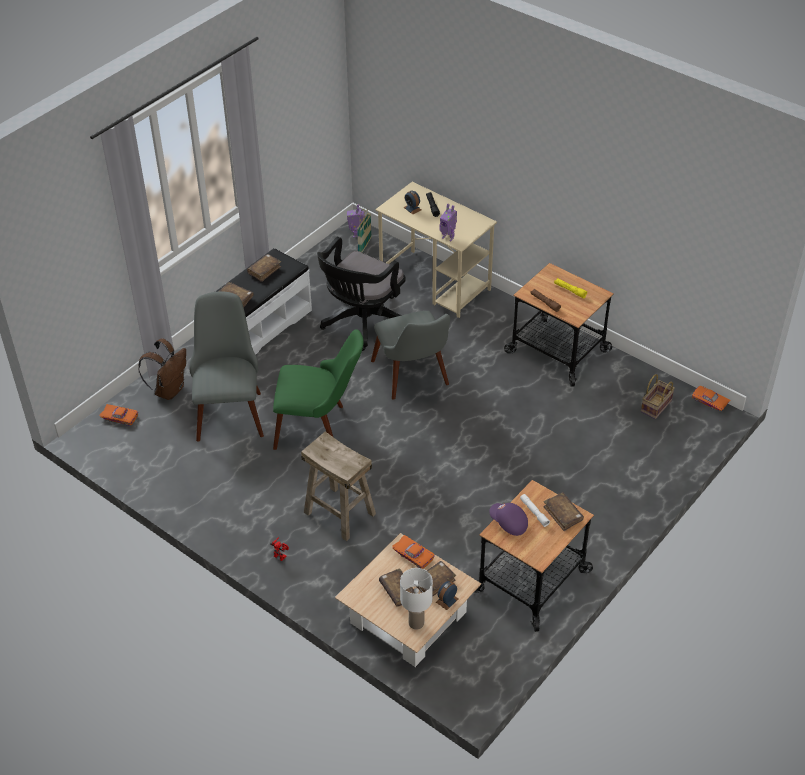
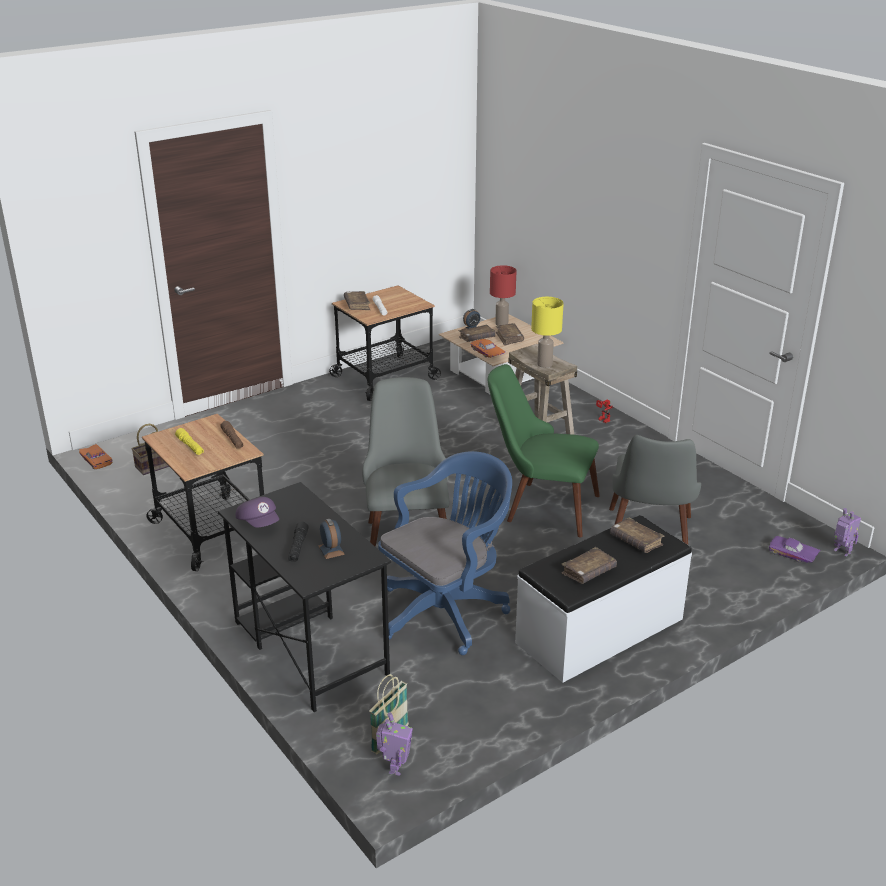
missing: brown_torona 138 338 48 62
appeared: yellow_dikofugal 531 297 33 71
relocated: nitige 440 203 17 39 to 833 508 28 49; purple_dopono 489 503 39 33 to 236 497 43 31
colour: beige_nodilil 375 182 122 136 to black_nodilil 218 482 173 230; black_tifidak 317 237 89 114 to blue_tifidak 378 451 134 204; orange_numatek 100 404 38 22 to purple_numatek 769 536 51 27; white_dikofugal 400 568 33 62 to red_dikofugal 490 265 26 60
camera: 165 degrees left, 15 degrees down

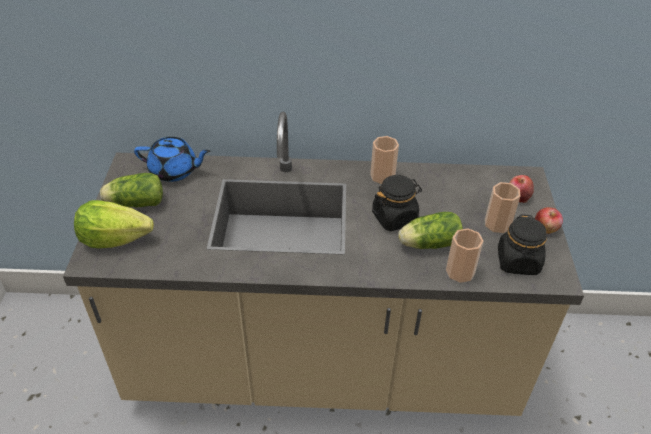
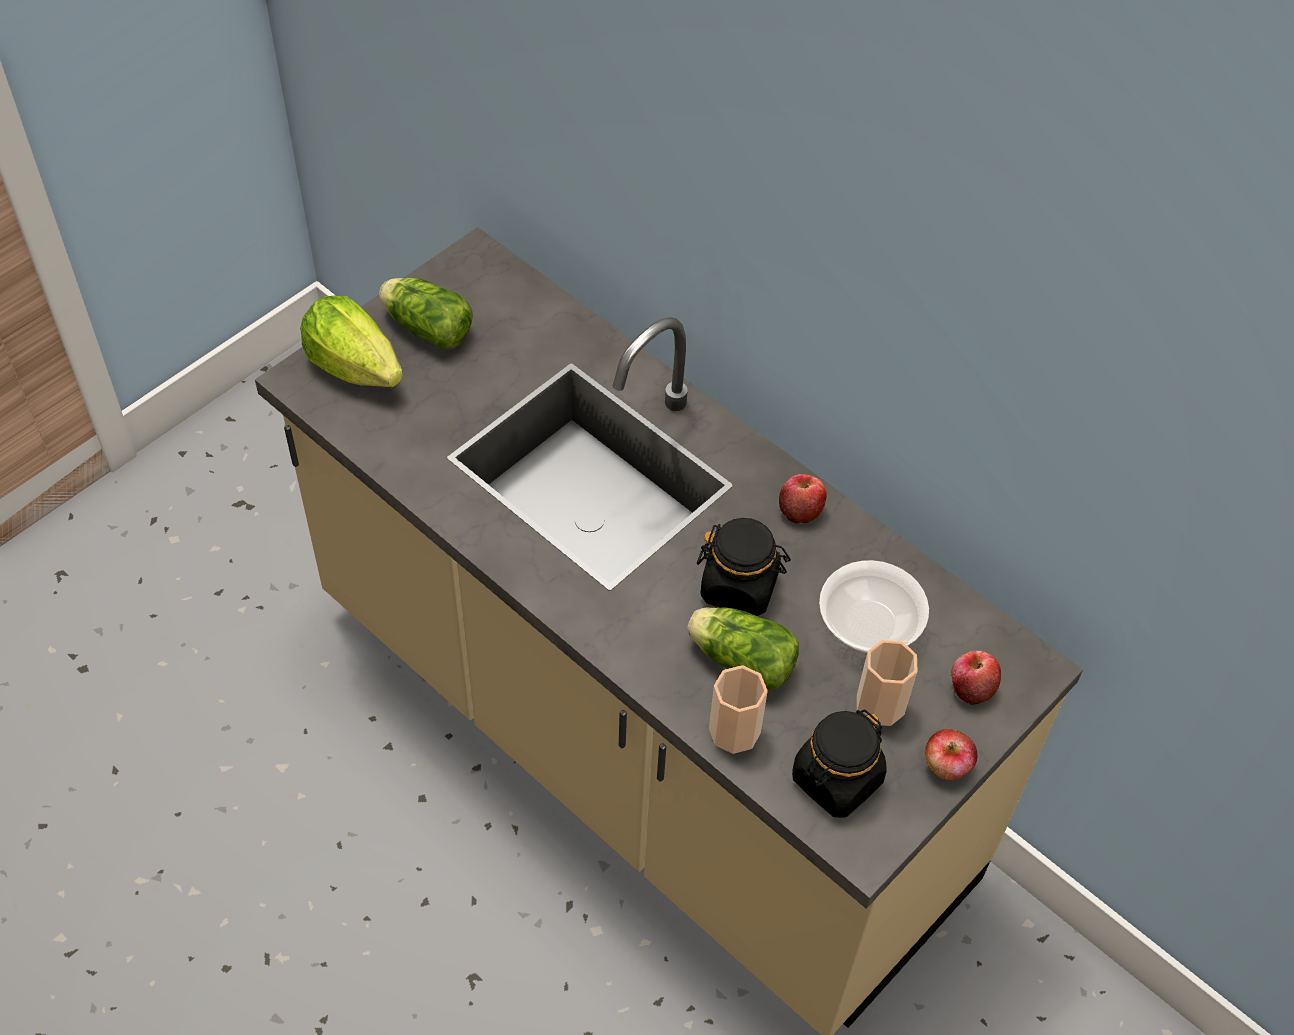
missing: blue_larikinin 134 137 76 45
appeared: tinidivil 819 560 110 93
exchanged: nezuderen 370 136 29 48 to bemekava 779 474 48 50
camera: 40 degrees right, 10 degrees up

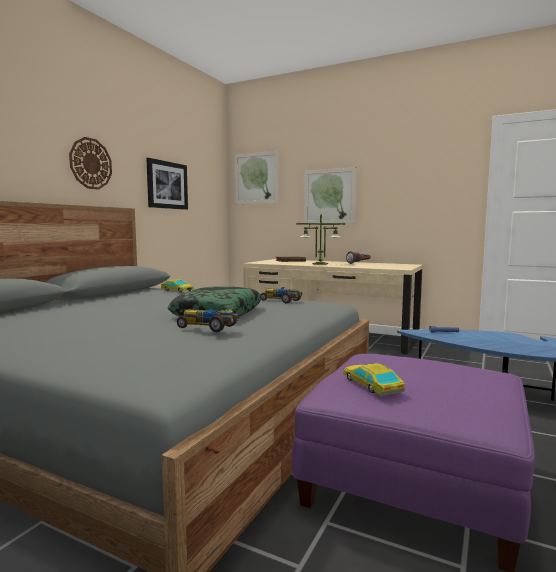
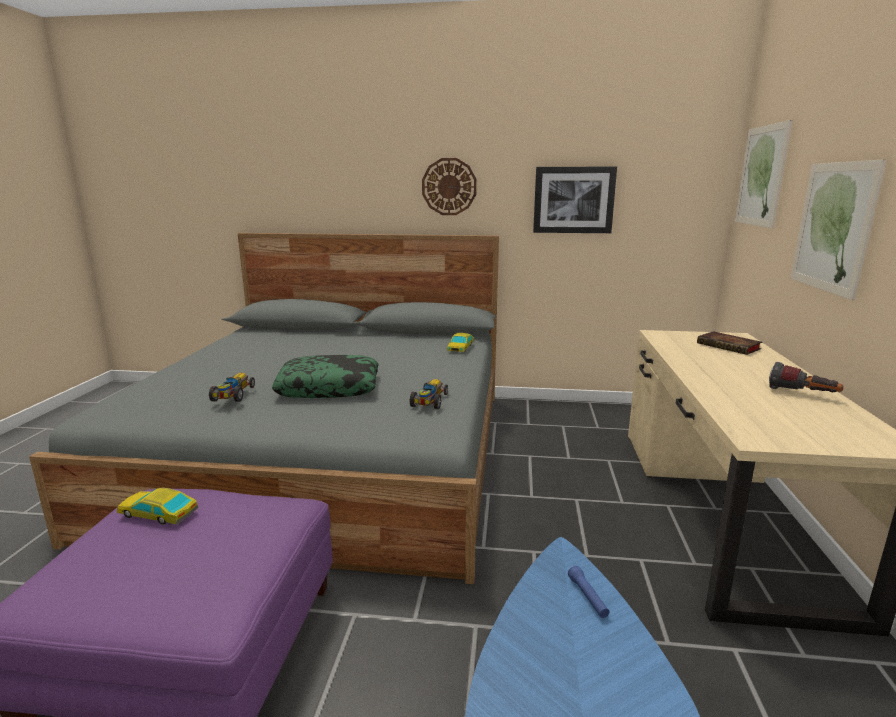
missing: dikofugal 296 215 50 50
spun: numatek 343 363 62 33 = 117 488 81 37 120 degrees counterclockwise
camera: 70 degrees right, 10 degrees up

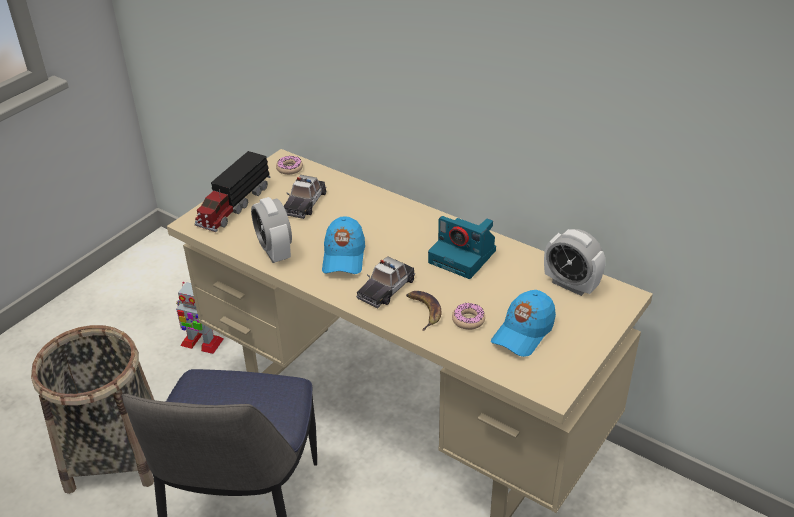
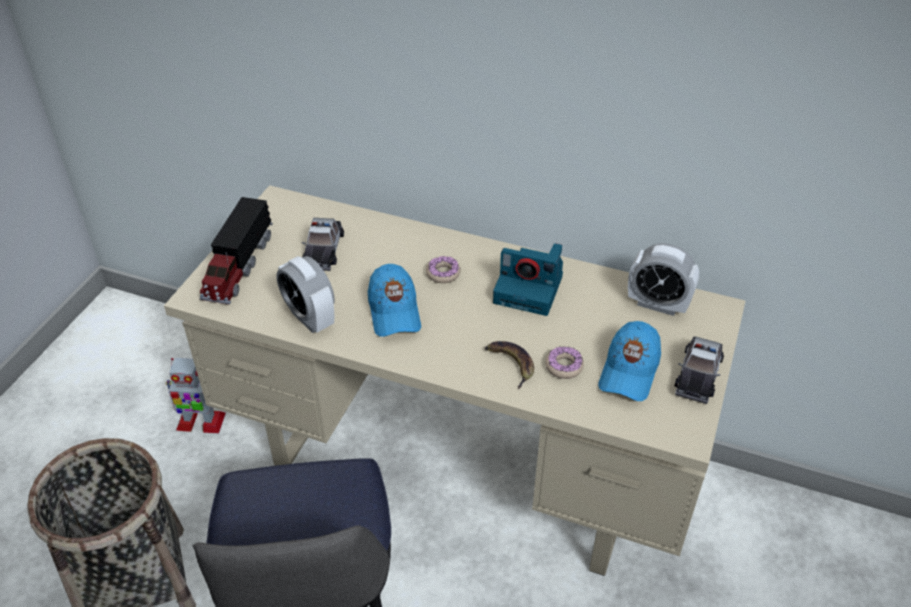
relocated: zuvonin 276 156 27 19 to 426 256 34 27; numatek 356 256 60 52 to 674 337 50 67
camera: 15 degrees left, 5 degrees up

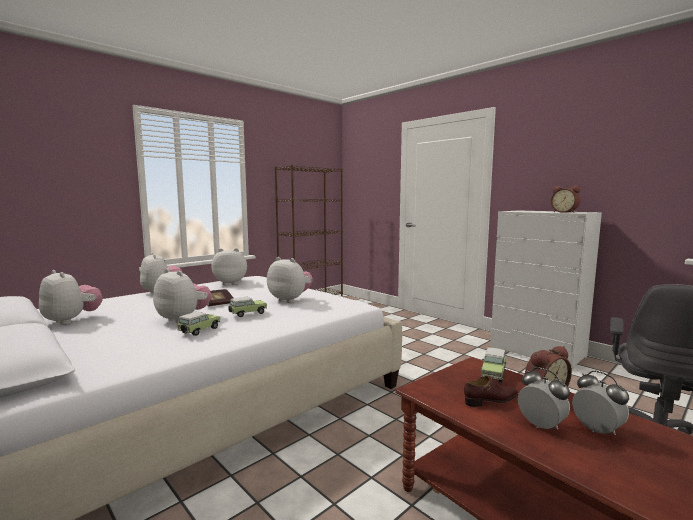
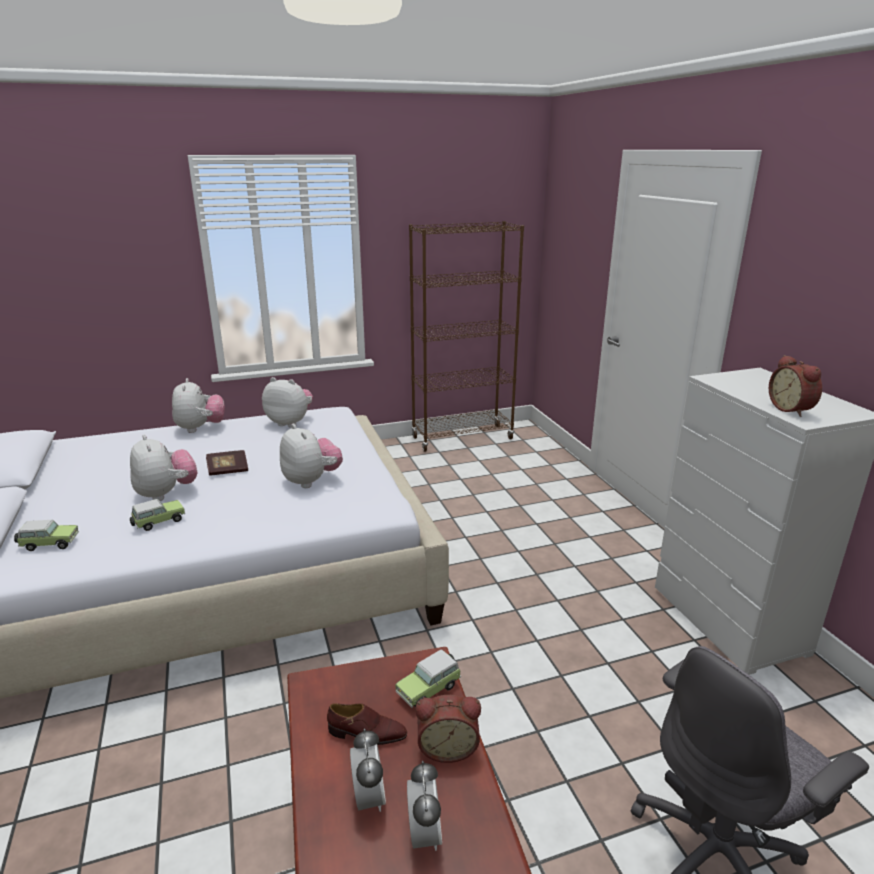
missing: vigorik 39 270 64 55
relocated: numatek 228 296 39 21 to 14 520 65 31
camera: 25 degrees right, 15 degrees up

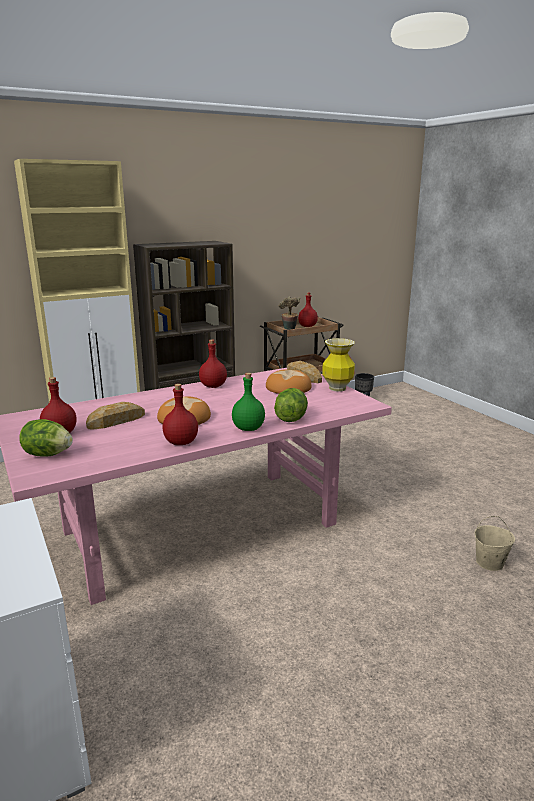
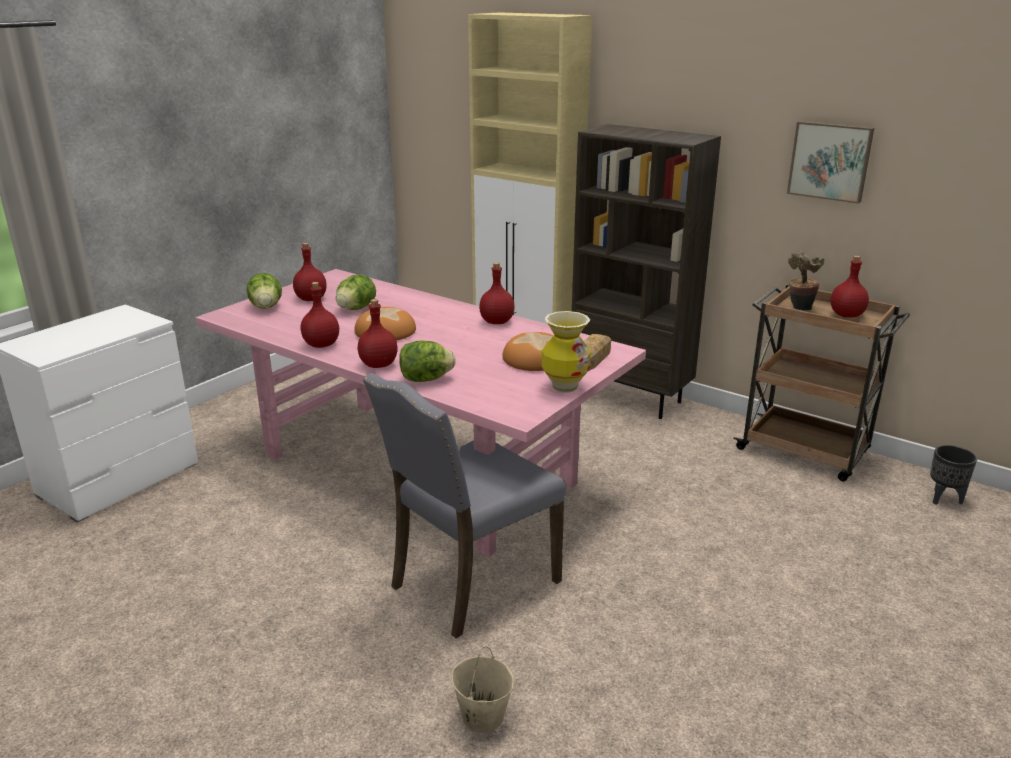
appeared: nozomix 787 121 87 83; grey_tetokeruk 363 373 203 265
exchanged: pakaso 86 402 59 27 to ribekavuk 336 275 40 35
colour: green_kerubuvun 232 373 33 58 to red_kerubuvun 358 299 40 69
camera: 65 degrees right, 5 degrees up

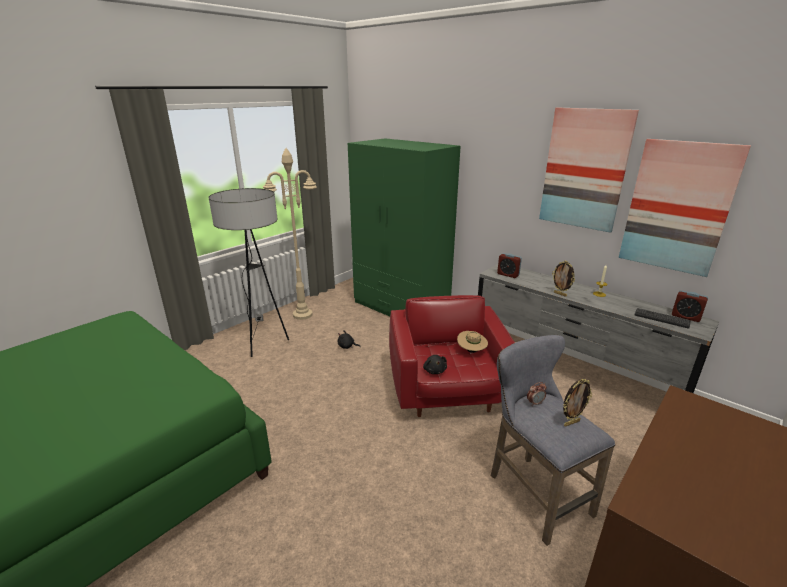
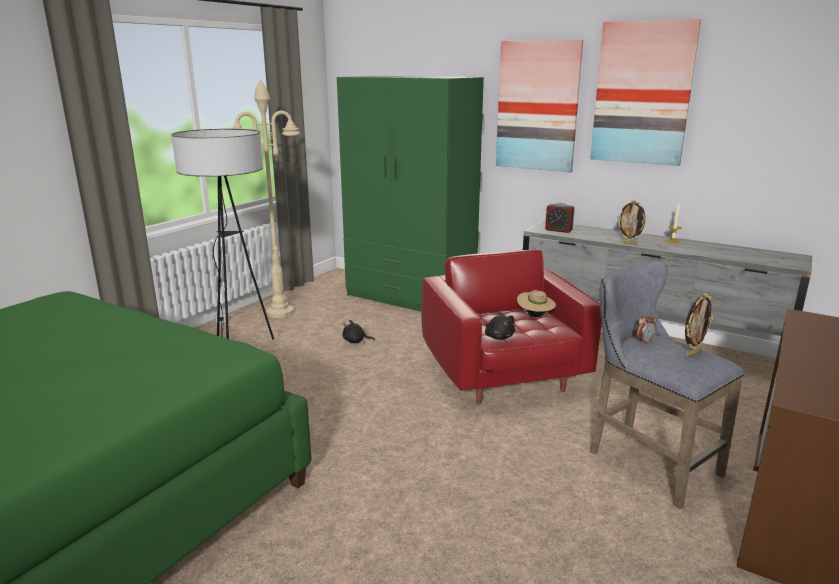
missing: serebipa 672 290 36 32; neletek 635 308 56 21
relocated: nozomix 619 139 132 138 to 496 40 87 133
camera: 10 degrees left, 5 degrees down

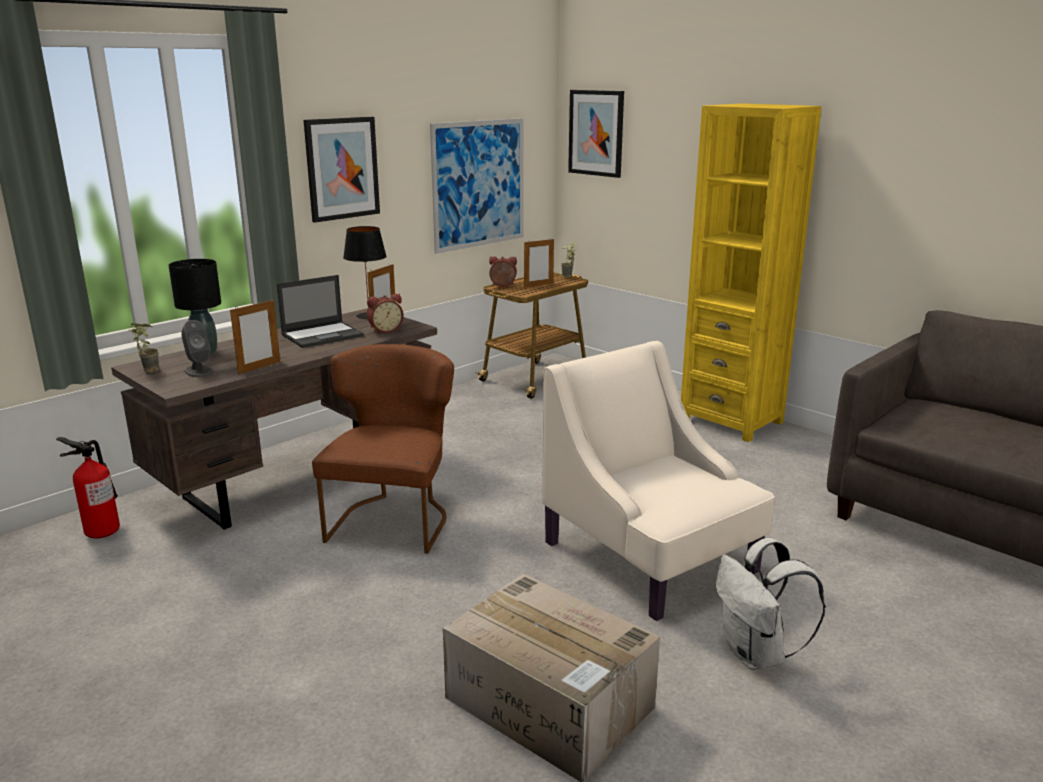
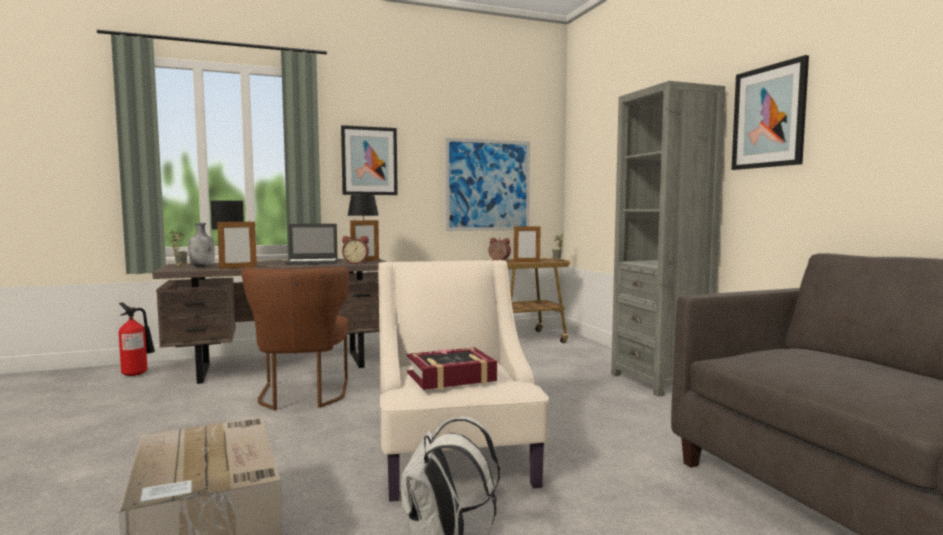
appeared: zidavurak 407 347 90 43
relocated: nozomix 568 90 56 88 to 731 55 78 115
exchanged: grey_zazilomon 181 320 32 57 to grey_kerubuvun 188 223 27 44
colour: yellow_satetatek 681 103 140 339 to grey_satetatek 611 81 114 316
spun: brown_tetokeruk 312 344 142 210 = 241 267 108 143 135 degrees clockwise
camera: 25 degrees right, 15 degrees down

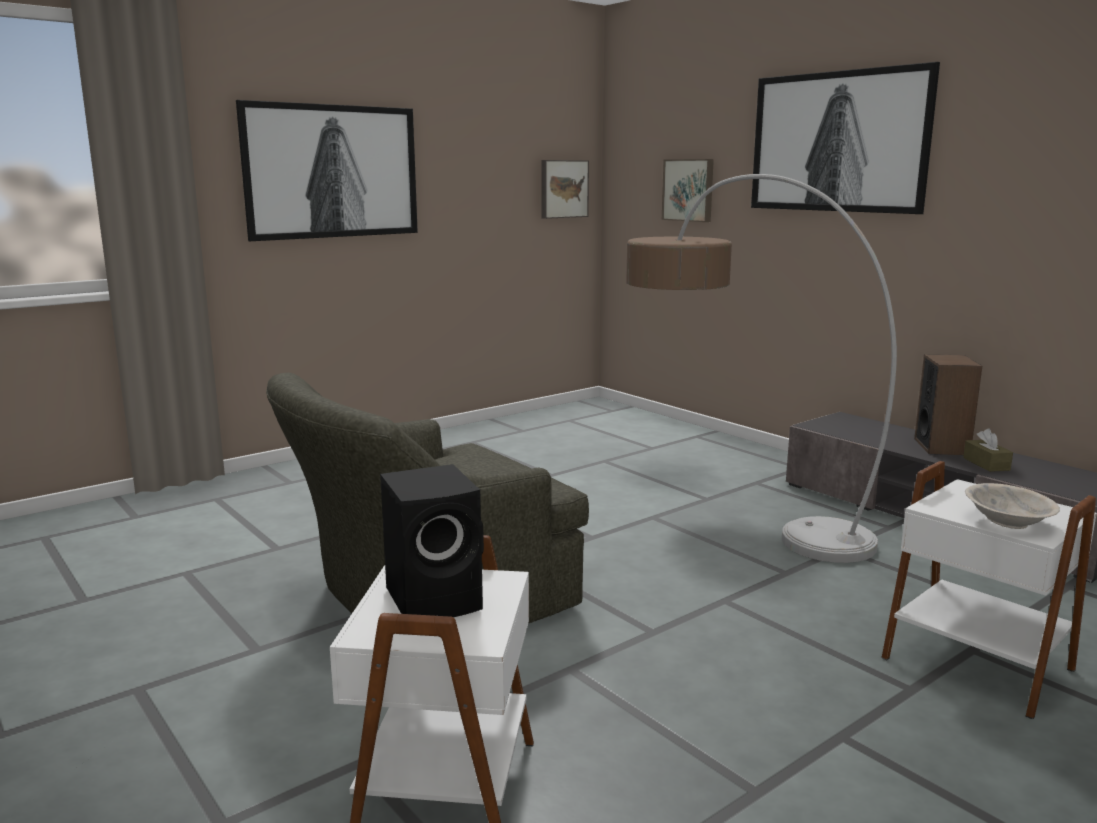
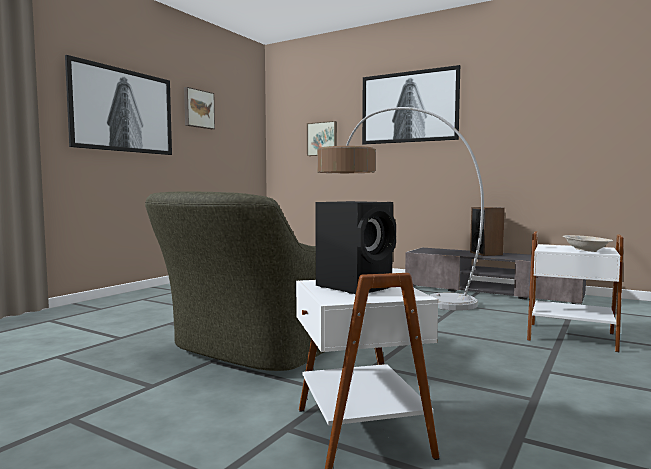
missing: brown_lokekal 963 428 50 44
relocated: nozomix 541 160 48 59 to 184 87 31 42
camera: 20 degrees left, 10 degrees down

